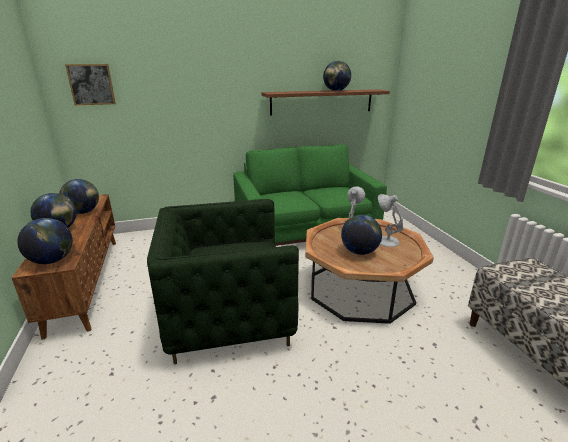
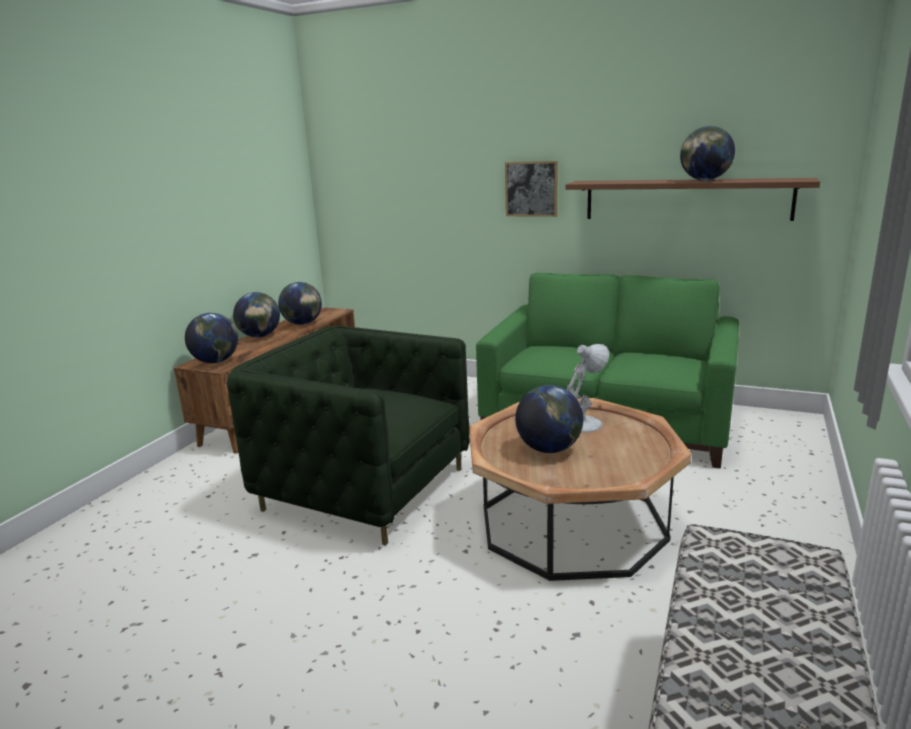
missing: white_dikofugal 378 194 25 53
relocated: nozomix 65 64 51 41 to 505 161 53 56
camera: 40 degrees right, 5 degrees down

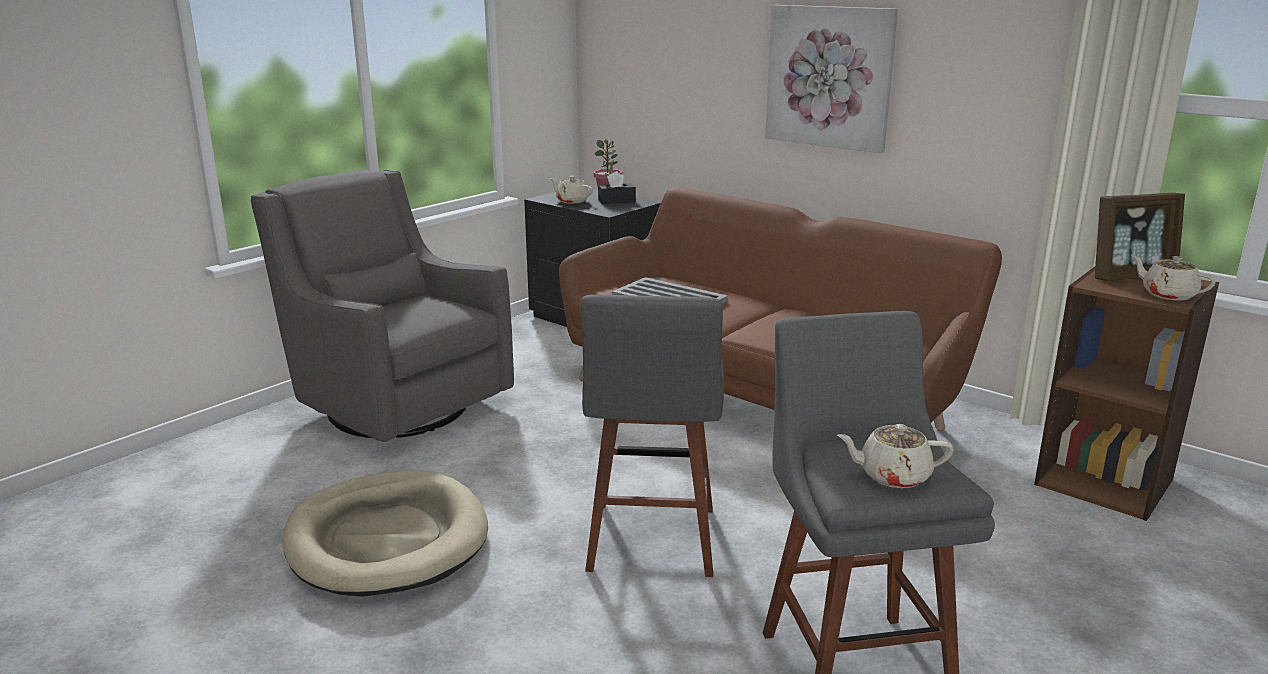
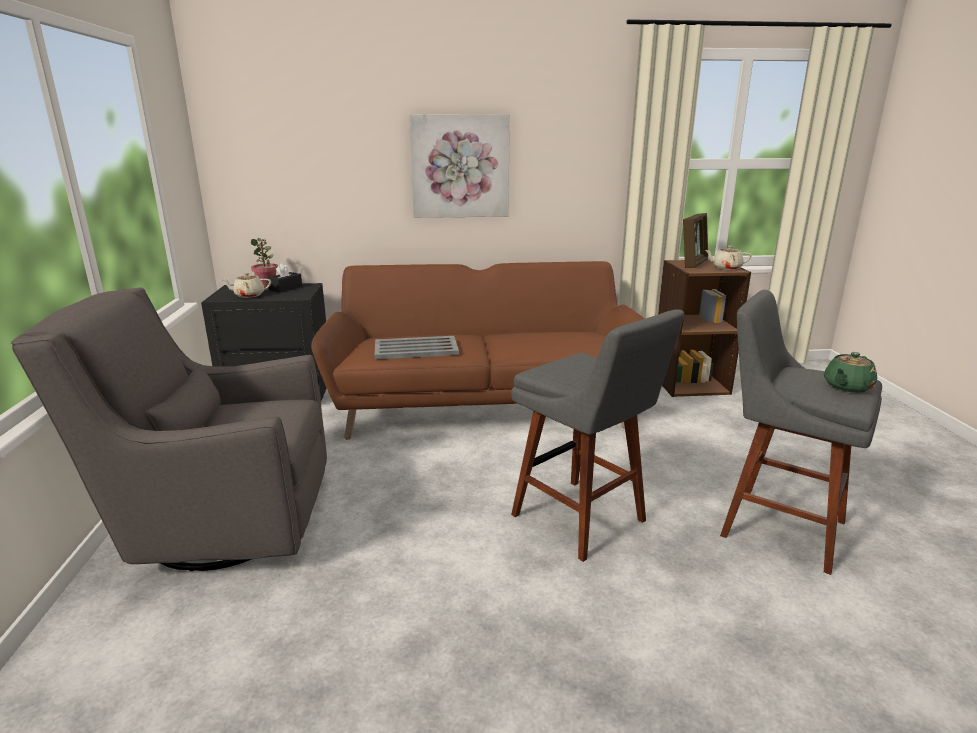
missing: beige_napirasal 282 471 206 125
colour: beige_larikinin 837 424 116 64 to green_larikinin 824 352 53 41
camera: 45 degrees left, 0 degrees up

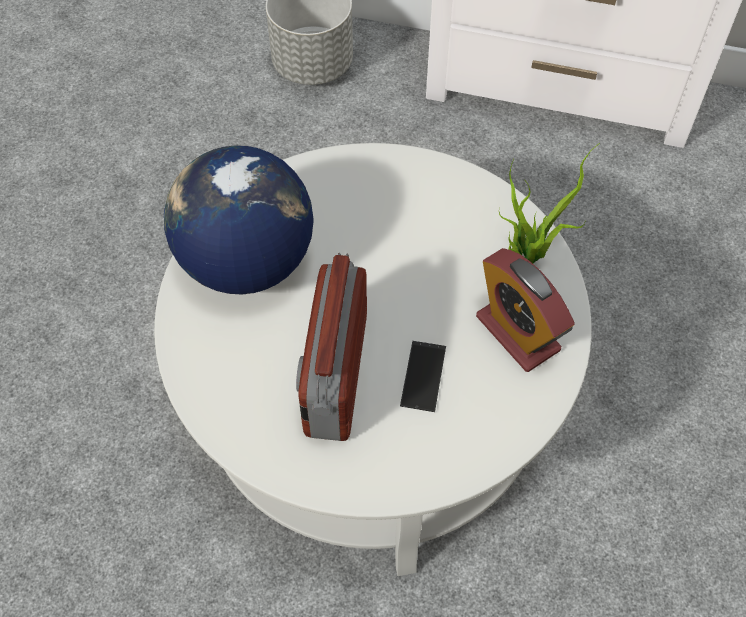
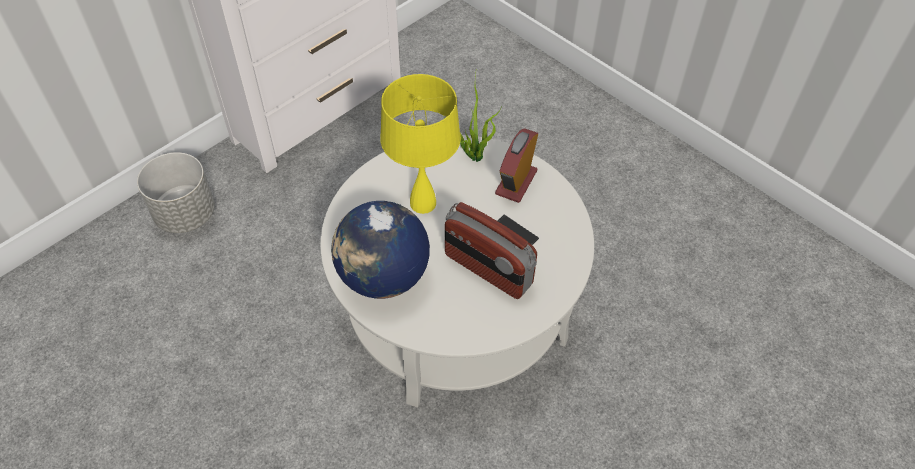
appeared: yellow_dikofugal 380 74 81 140
spun: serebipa 476 248 99 124 = 495 128 43 75 120 degrees clockwise
camera: 60 degrees left, 5 degrees down

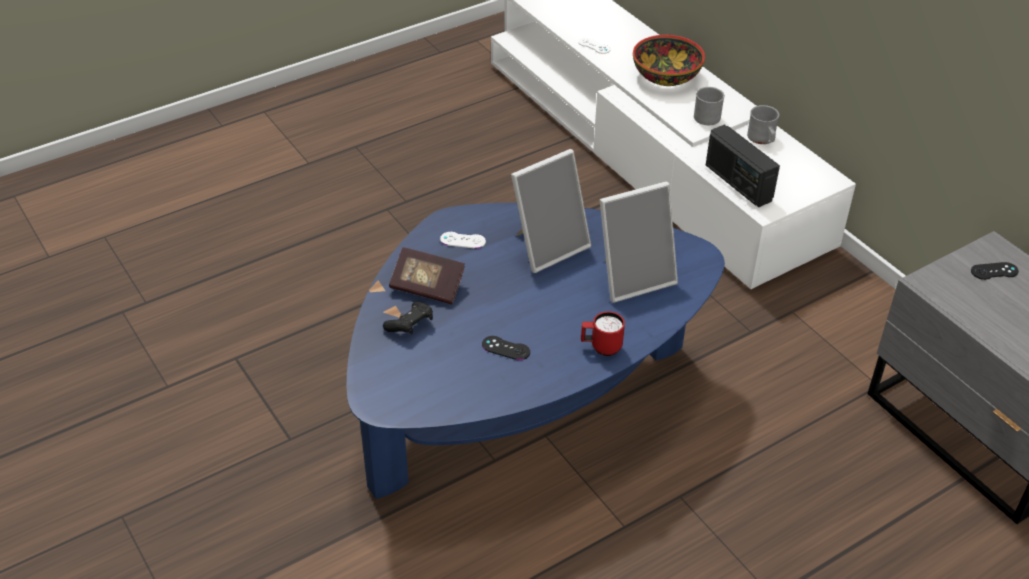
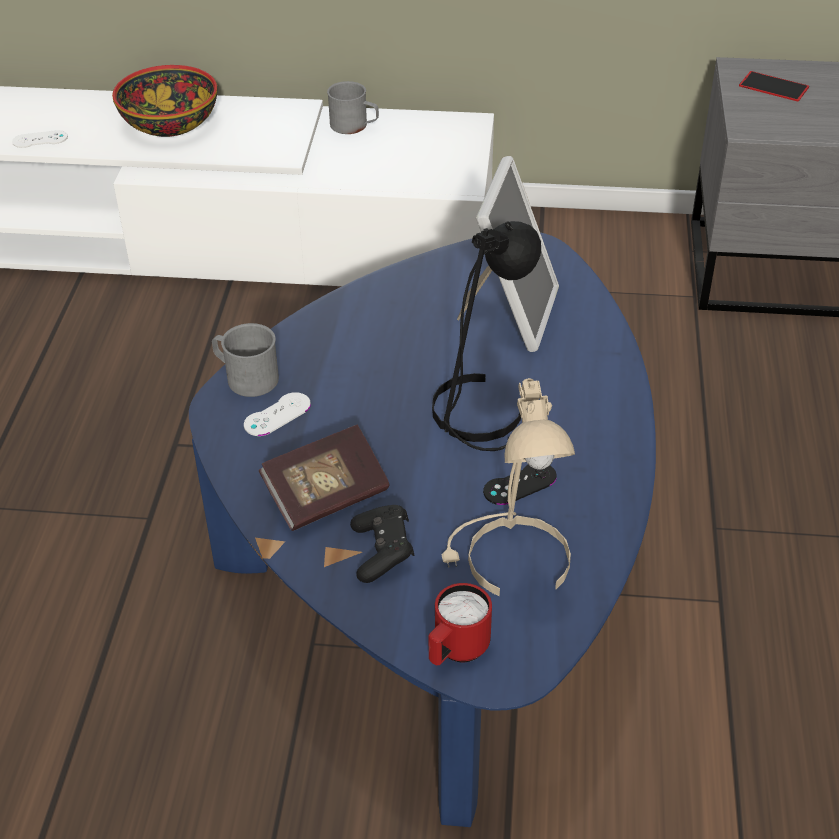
missing: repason 706 125 74 82; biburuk 511 149 80 124
appeared: black_dikofugal 432 221 109 230; beige_dikofugal 442 378 133 218
relocated: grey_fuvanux 694 87 31 38 to 212 323 67 74; red_fuvanux 581 311 44 45 to 429 583 63 82
exchanged: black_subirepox 971 262 48 18 to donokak 739 71 70 30
camera: 50 degrees left, 0 degrees up

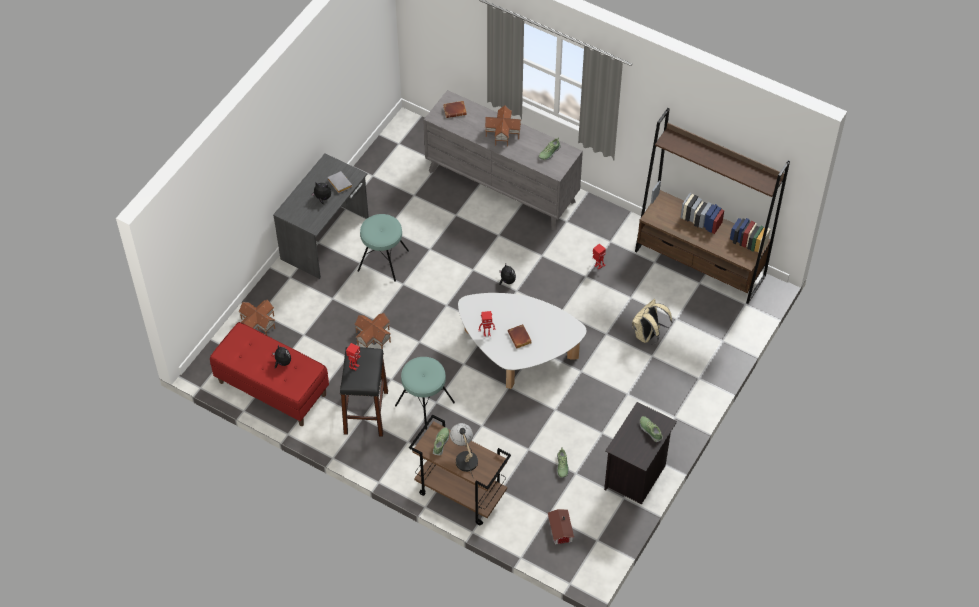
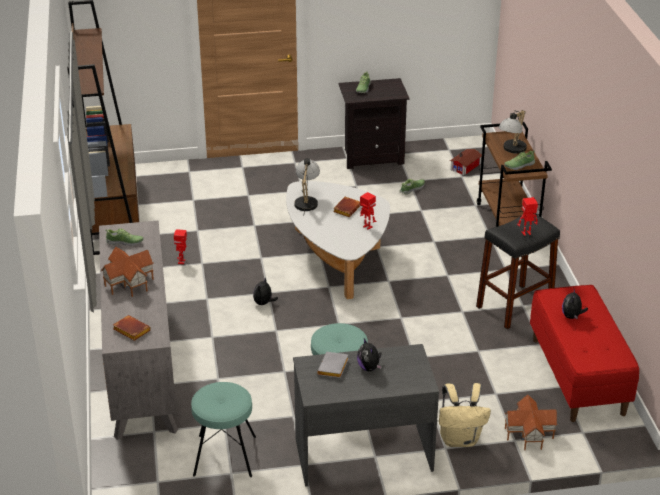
missing: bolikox 355 313 36 36
appeared: dikofugal 294 158 26 58
relocated: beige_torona 632 299 41 44 to 439 383 52 64; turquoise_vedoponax 395 357 60 73 to 191 382 65 95
camera: 130 degrees left, 20 degrees down

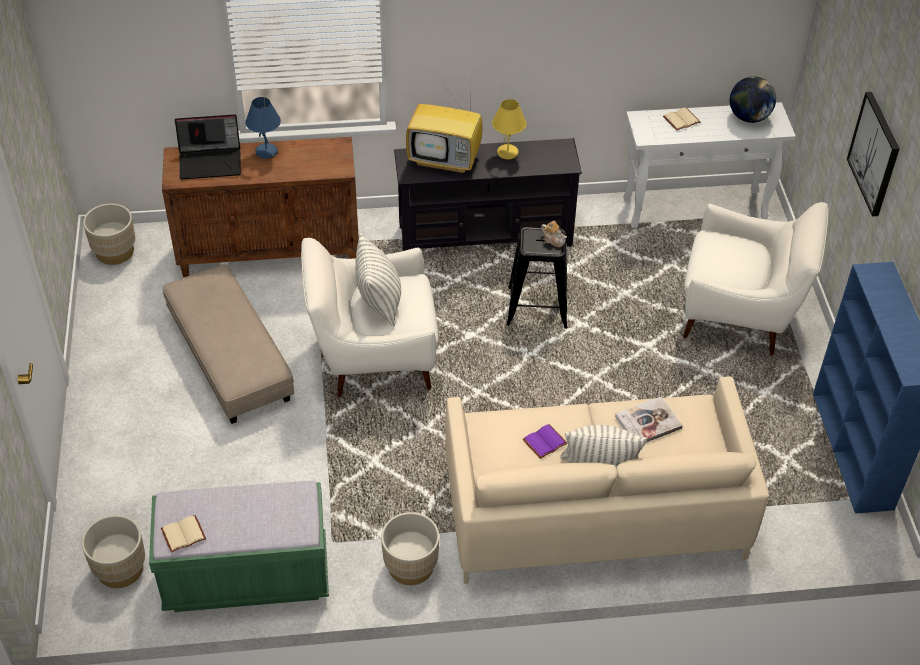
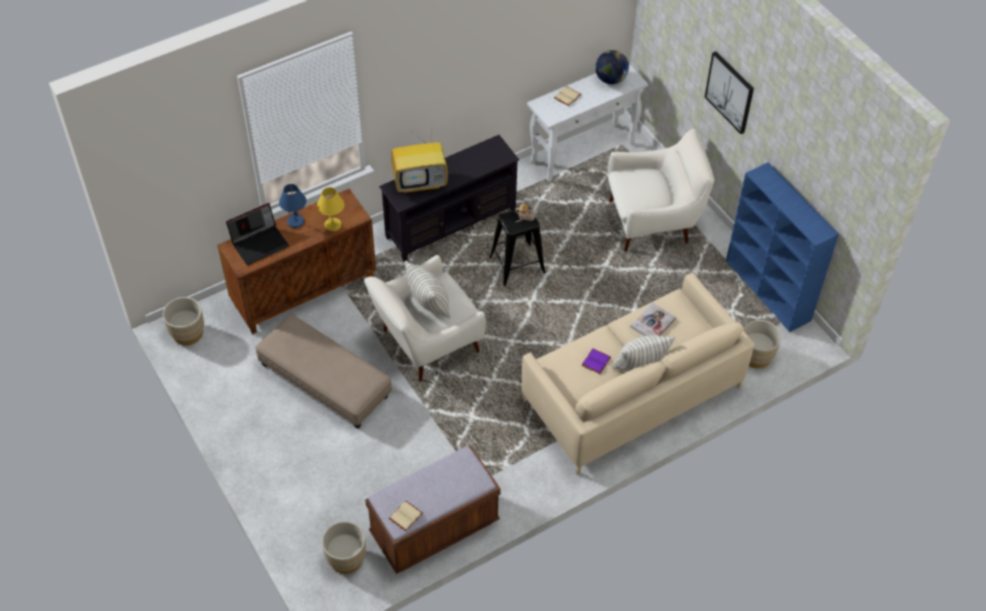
relocated: yellow_dikofugal 492 99 34 60 to 317 187 27 44; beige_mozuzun 381 512 58 73 to 743 320 38 48
colour: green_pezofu 149 481 180 131 to brown_pezofu 365 446 136 128
camera: 25 degrees left, 5 degrees up

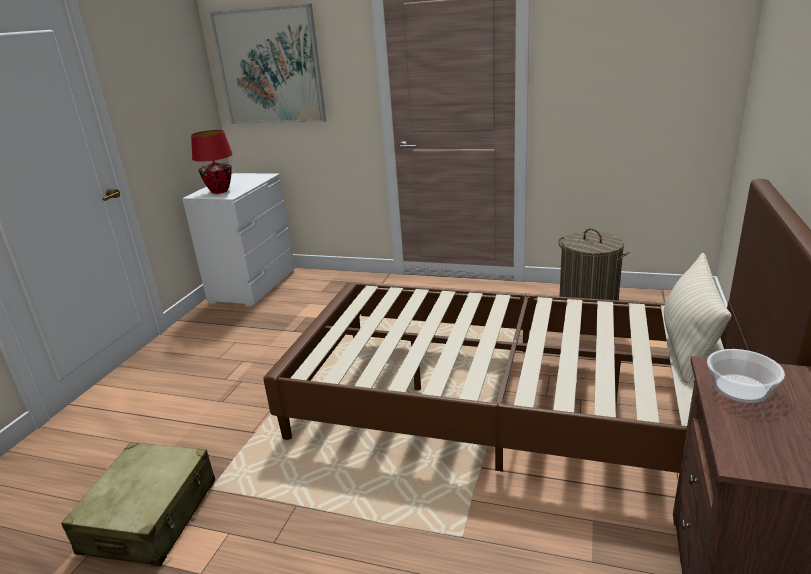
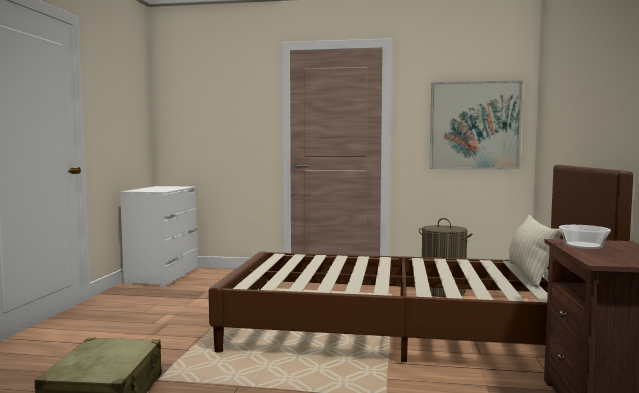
missing: red_dikofugal 191 130 42 64
relocated: nozomix 209 4 117 120 to 430 80 93 89
camera: 10 degrees left, 20 degrees down

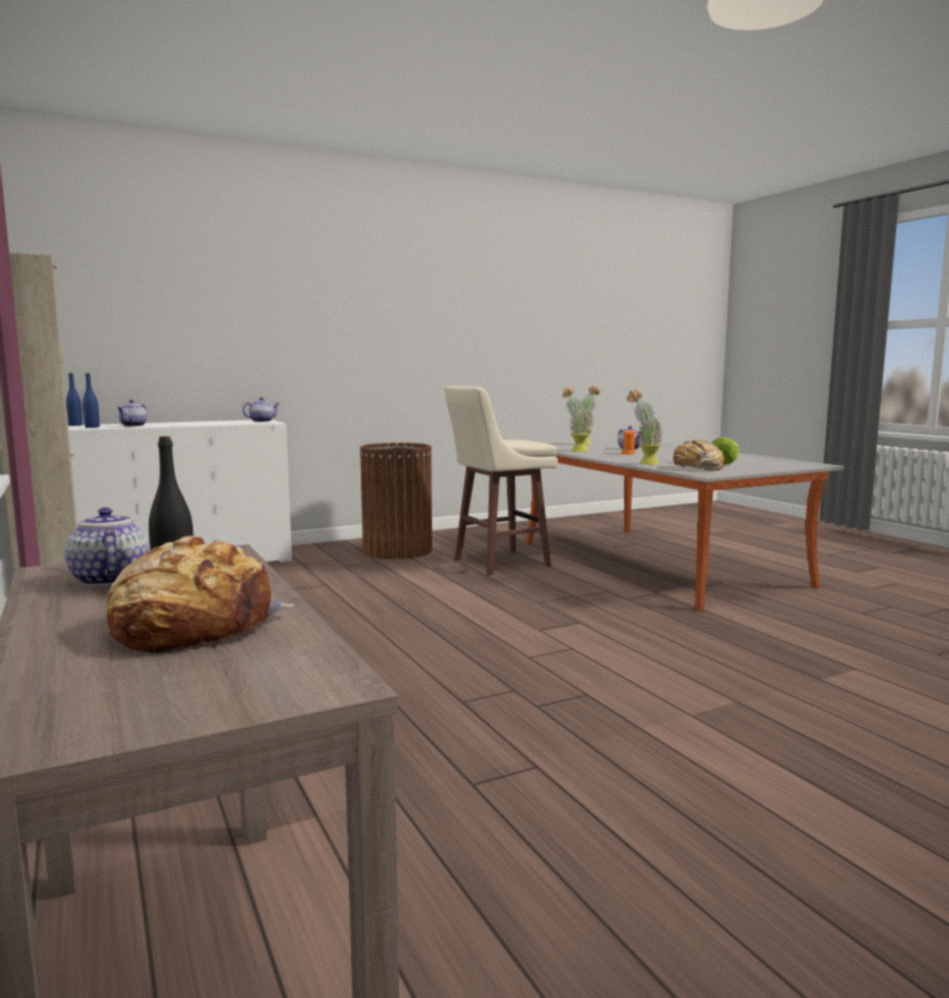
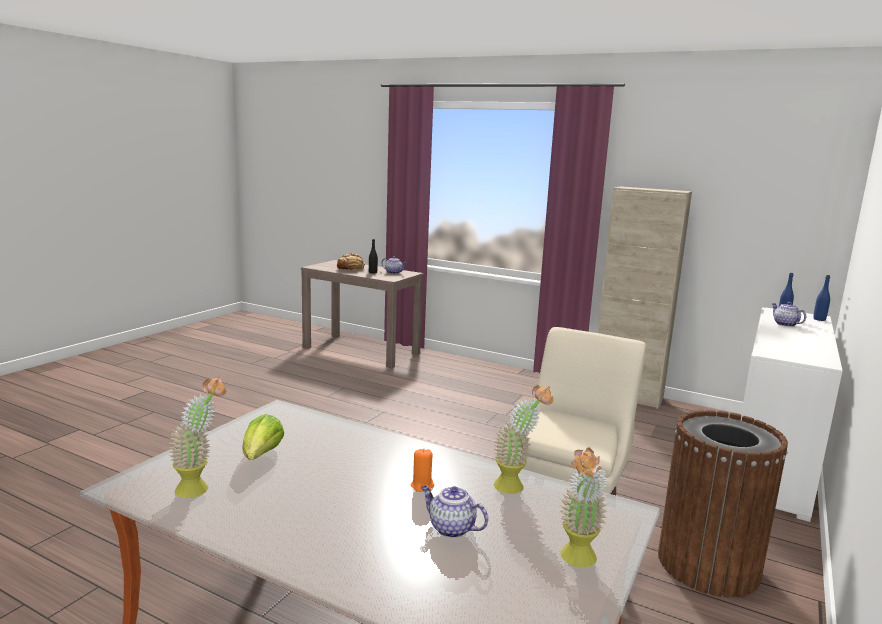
missing: larikinin 243 397 37 25; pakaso 668 440 56 31
relocated: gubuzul 627 390 36 75 to 169 377 57 121
camera: 145 degrees right, 5 degrees up

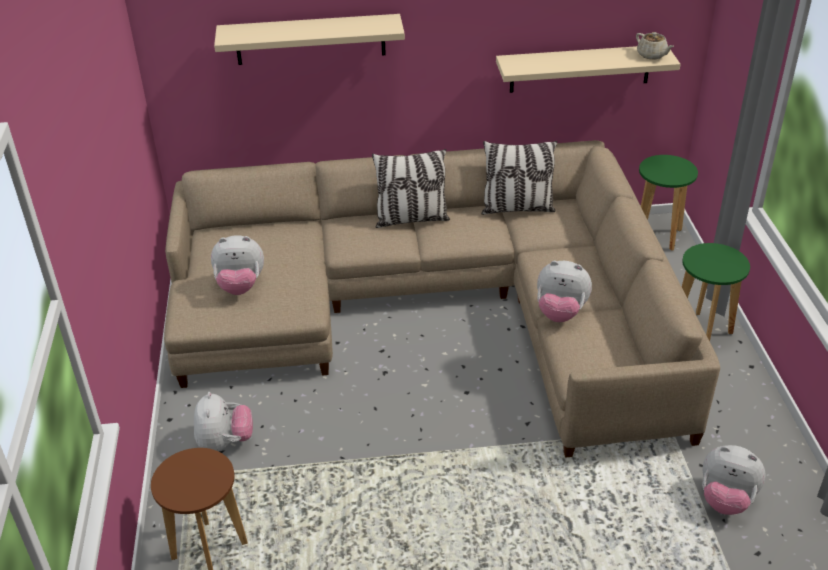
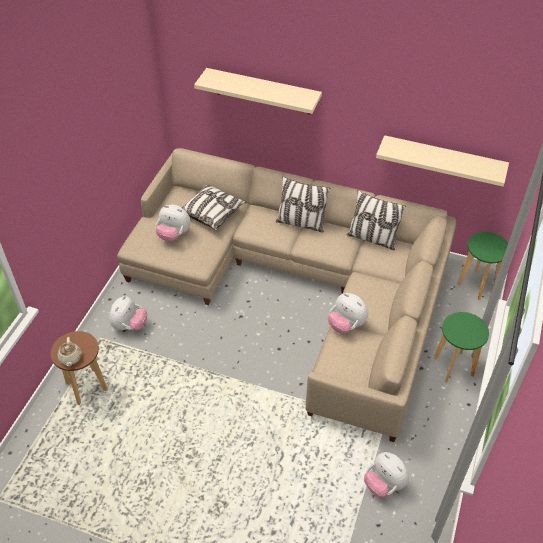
appeared: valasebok 181 185 65 45
relocated: beige_larikinin 636 32 38 28 to 57 337 25 29
camera: 25 degrees right, 10 degrees up

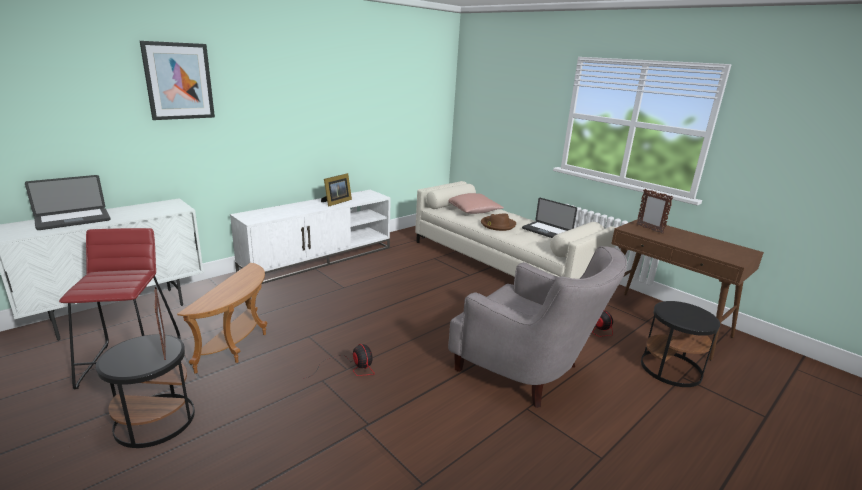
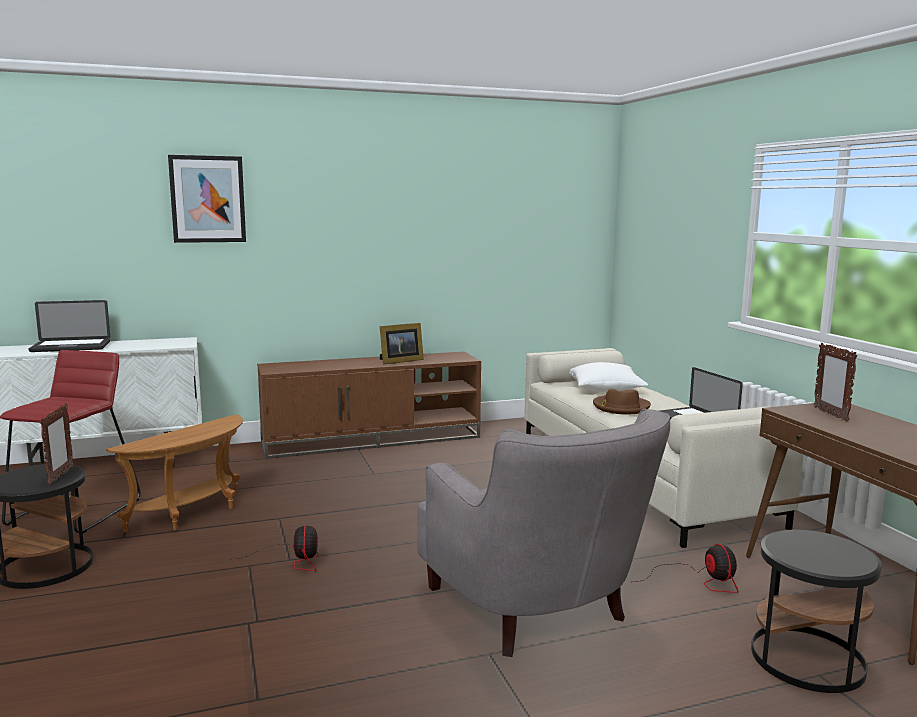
colour: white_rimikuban 230 190 161 94 to brown_rimikuban 257 351 224 108; pink_valasebok 448 193 56 21 to white_valasebok 569 362 79 30
camera: 25 degrees right, 10 degrees down

